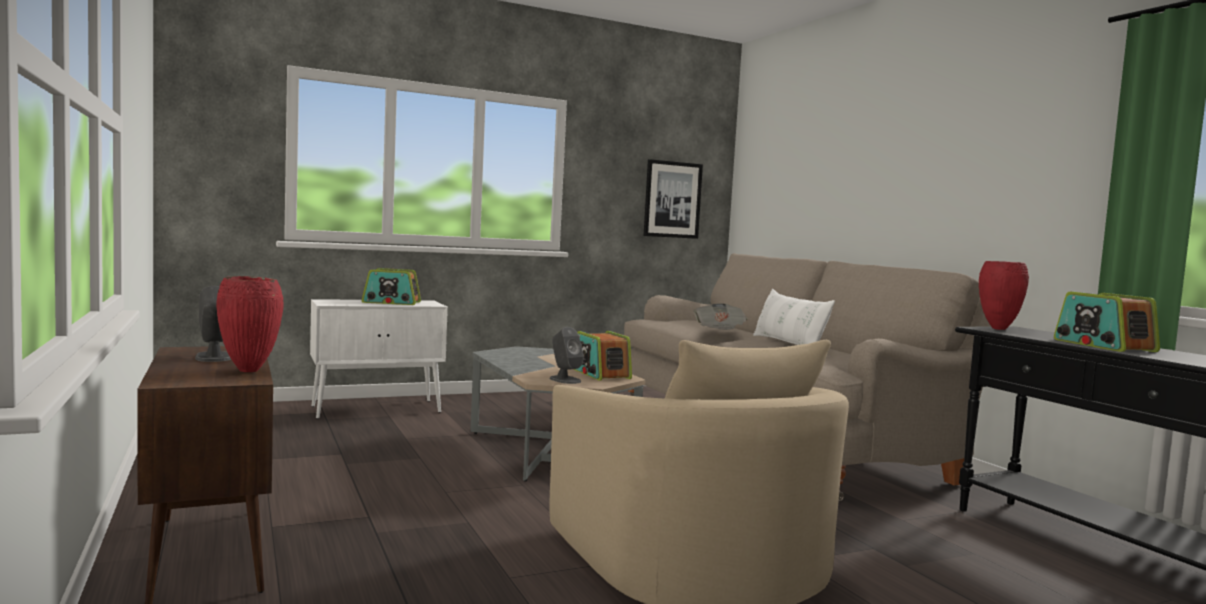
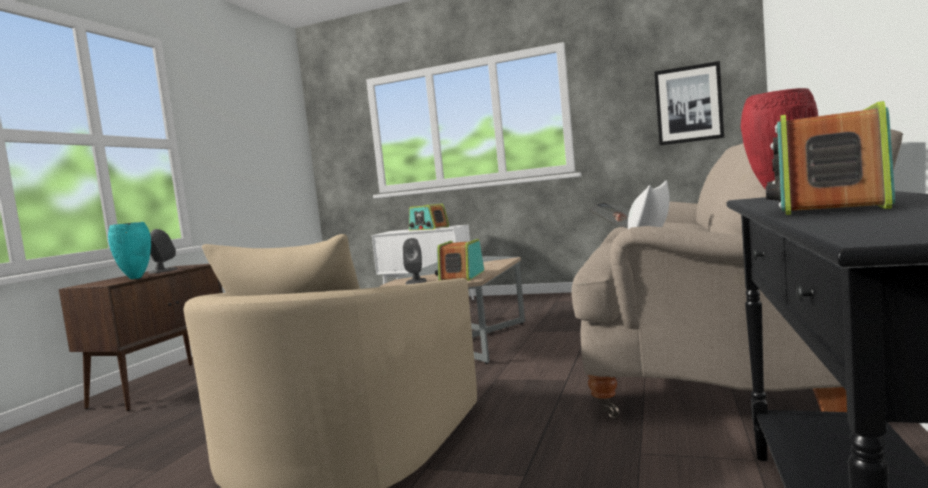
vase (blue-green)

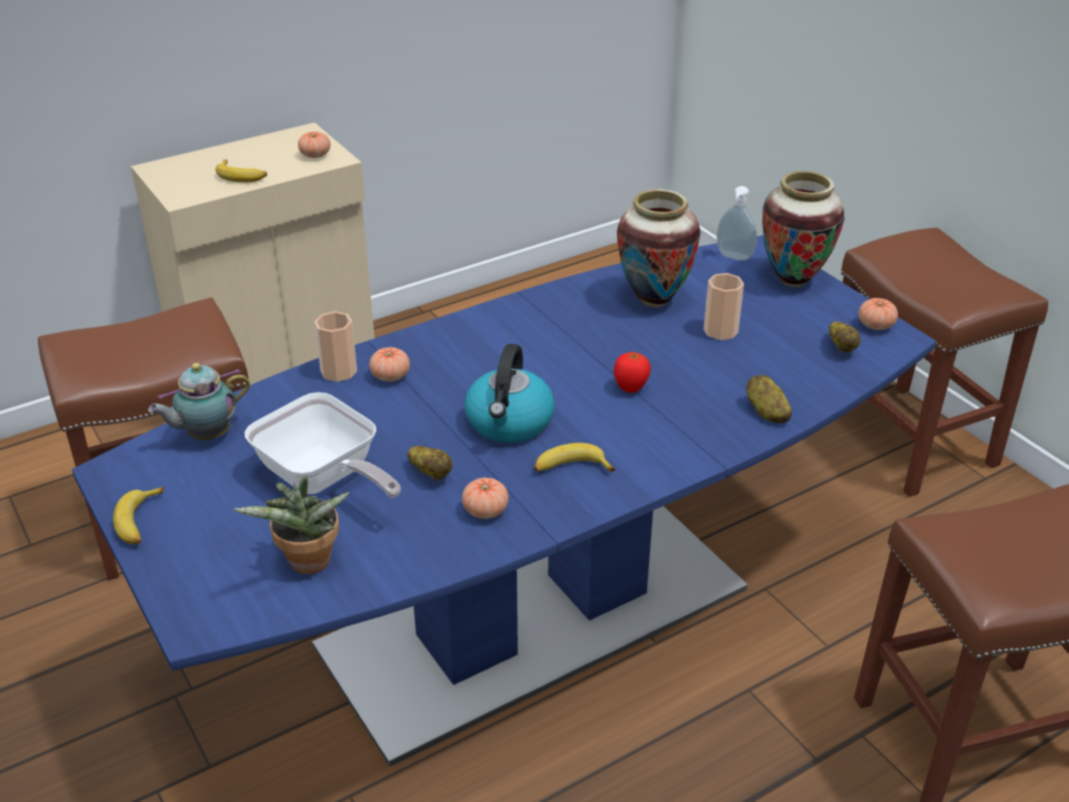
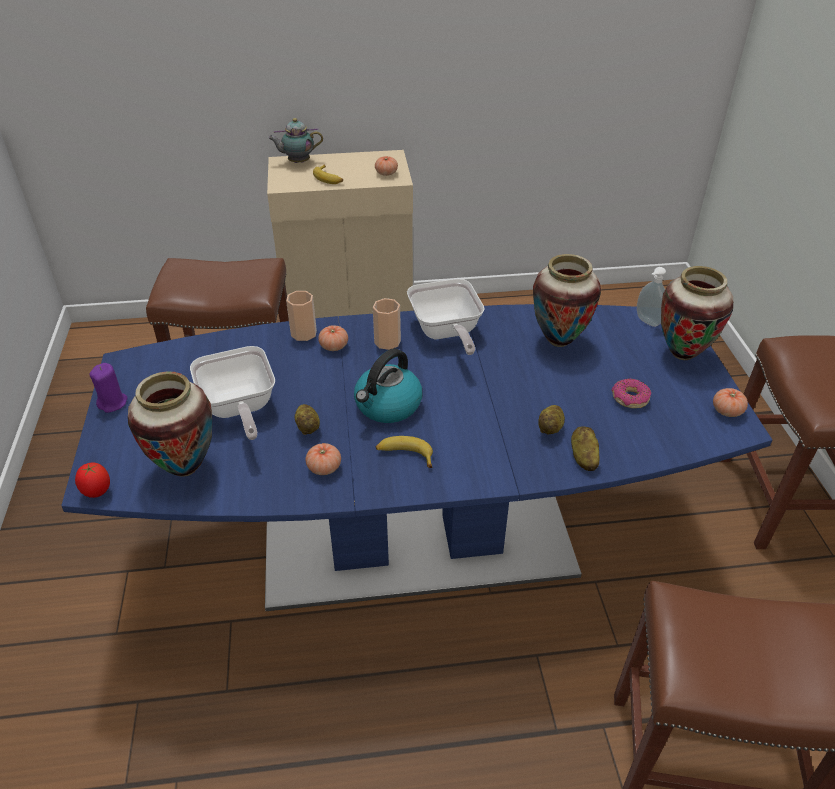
wax candle (purple-coloured)
tea pot
vase (1st from left)
tomato (1st from left)
cup (2nd from left)
potato (2nd from left)
skillet (2nd from left)
doughnut

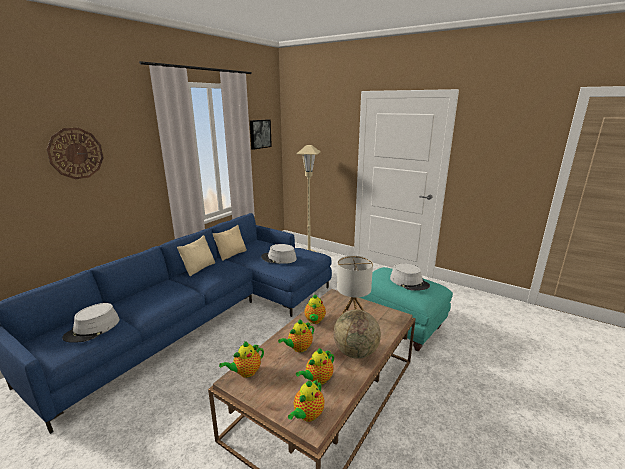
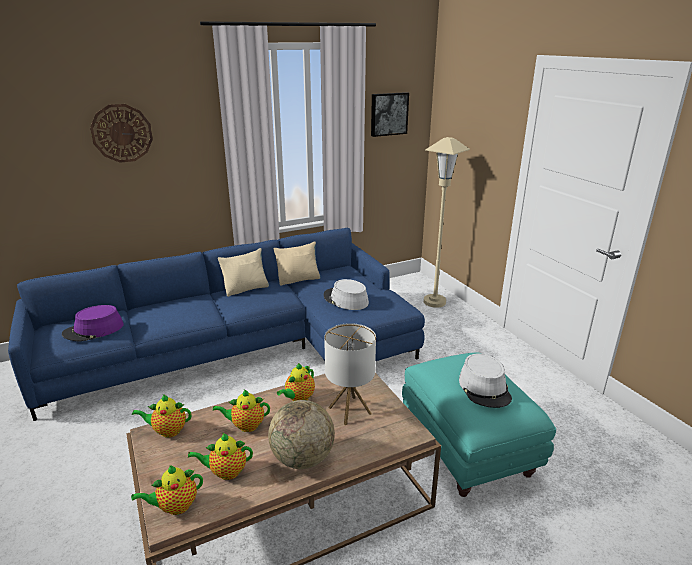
hat (purple-coloured)

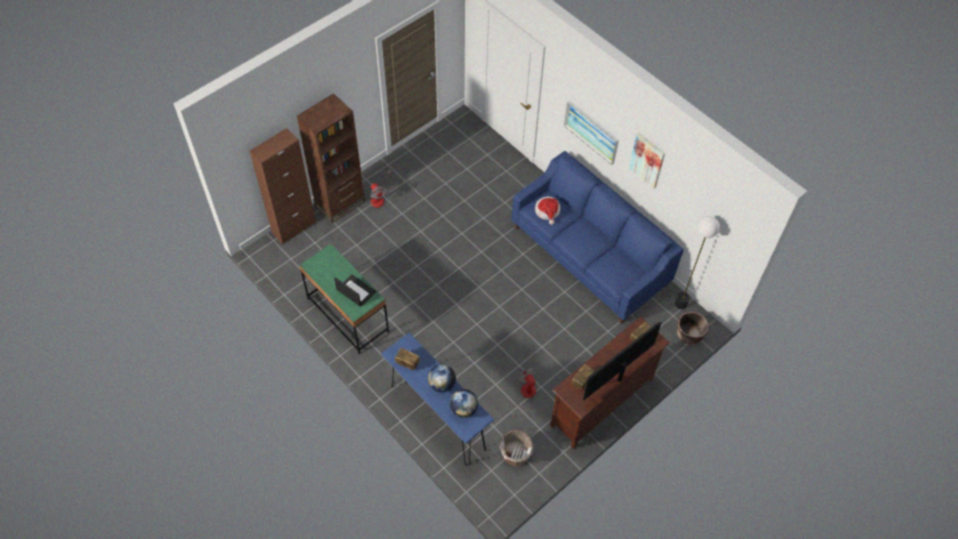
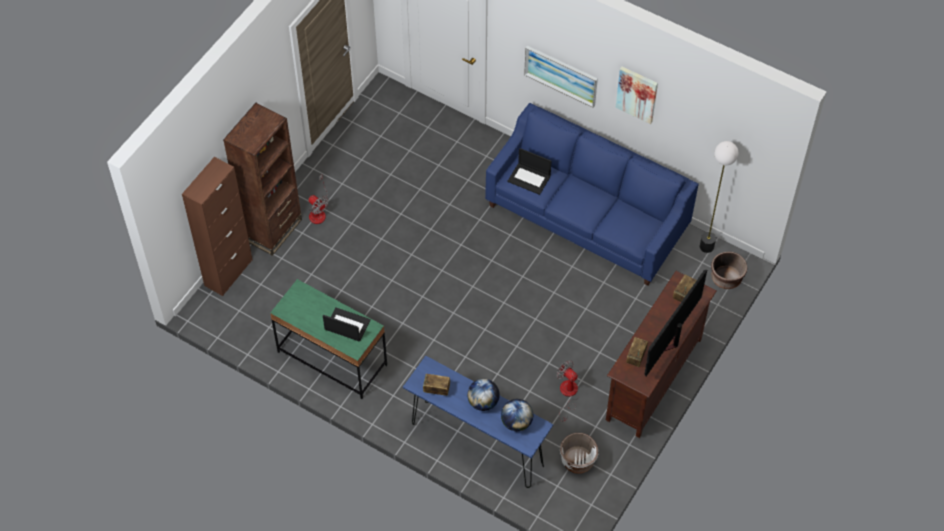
laptop (2nd from left)

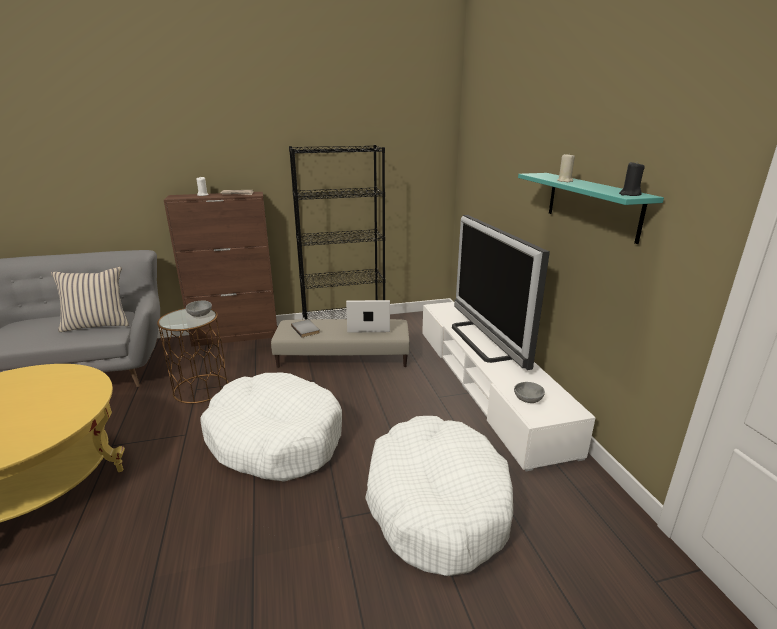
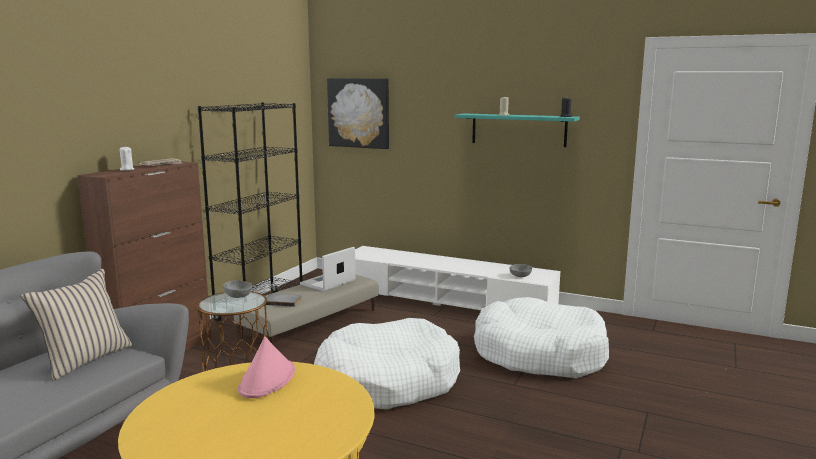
TV
hat (pink)
wall art

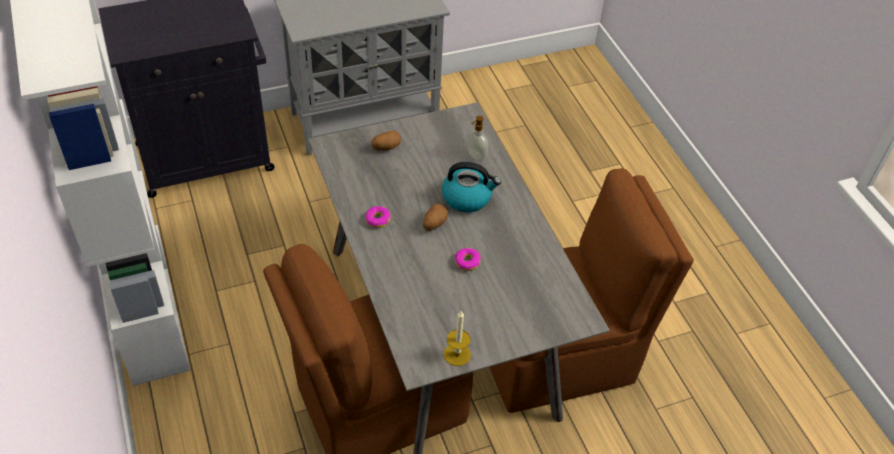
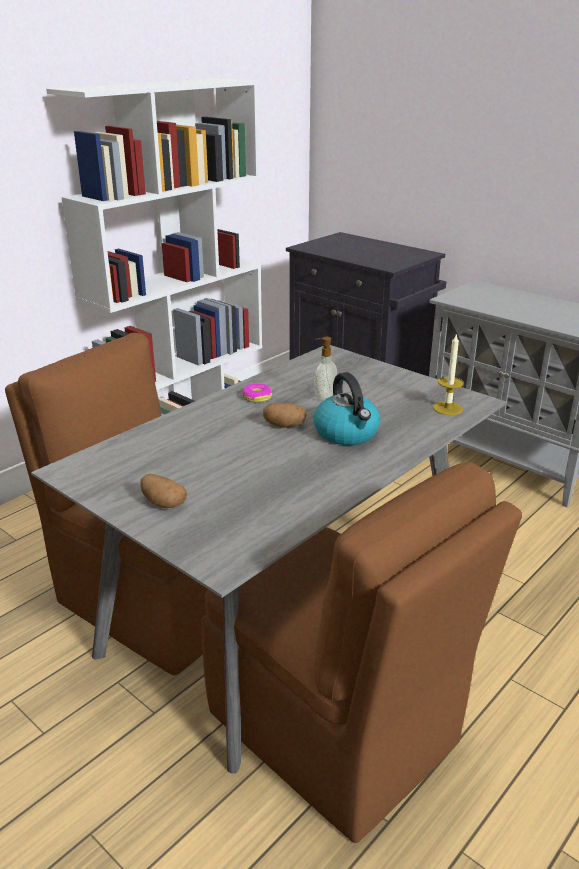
potato (1st from left)
wax candle
doughnut (2nd from left in the first image)
soap bottle

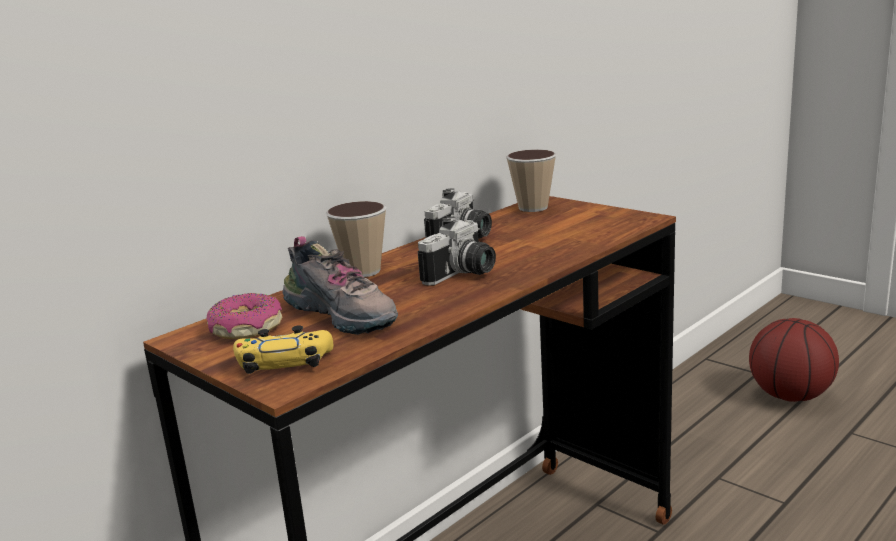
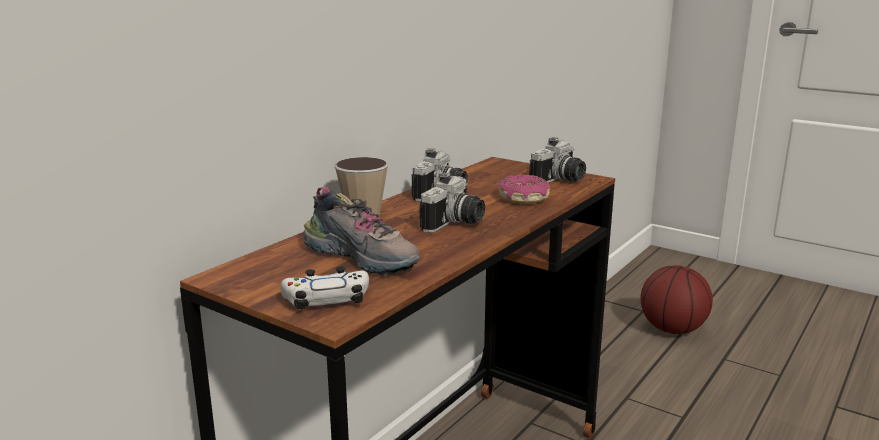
doughnut
joypad (whitish)
cup (2nd from left in the first image)
photo camera (3rd from left)

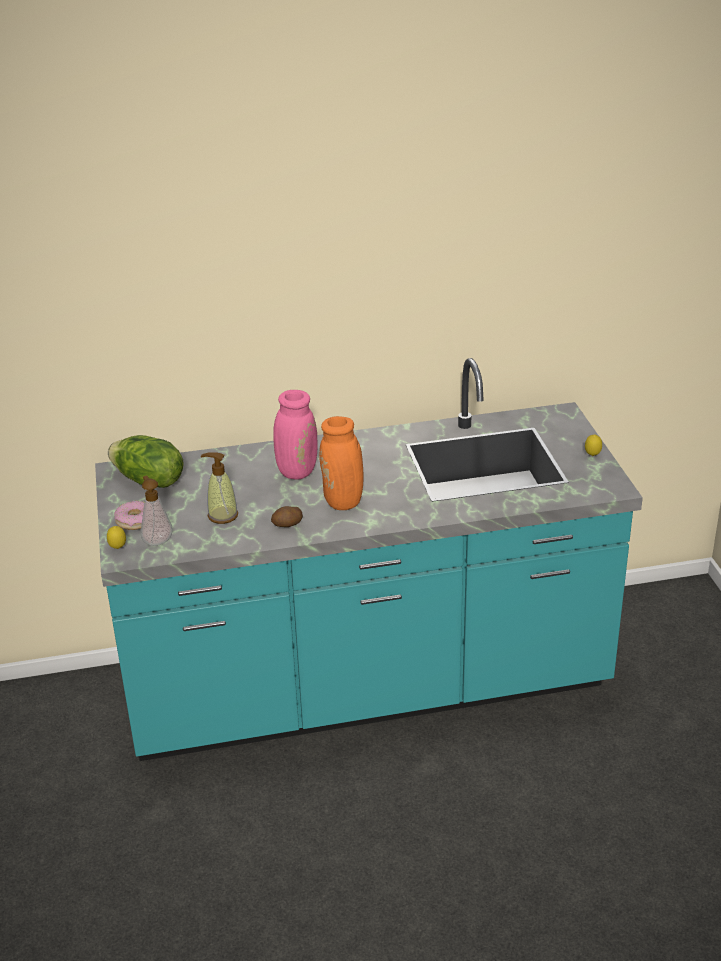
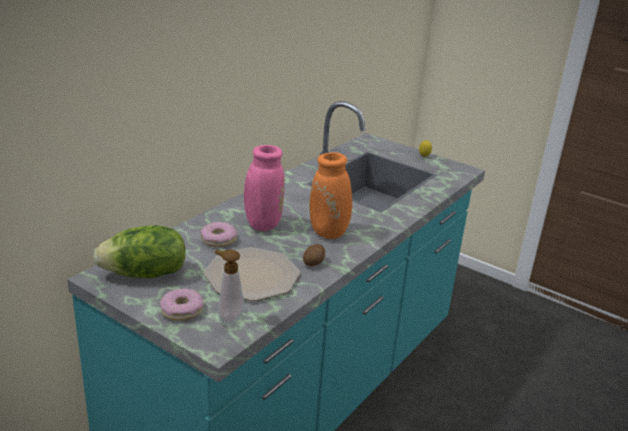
citrus fruit (1st from left in the first image)
plate
doughnut (2nd from left)

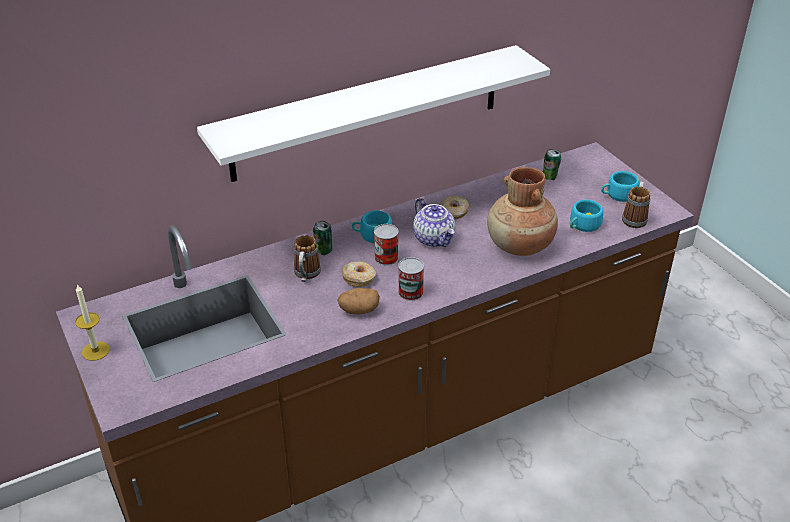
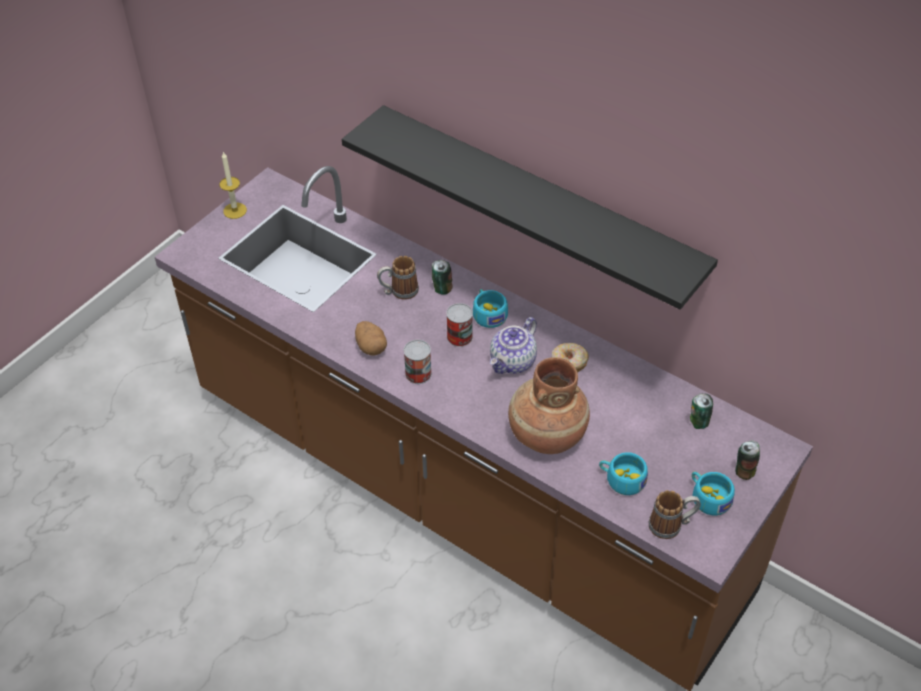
bracket shelf (black)
doughnut (1st from left in the first image)
can (5th from left)

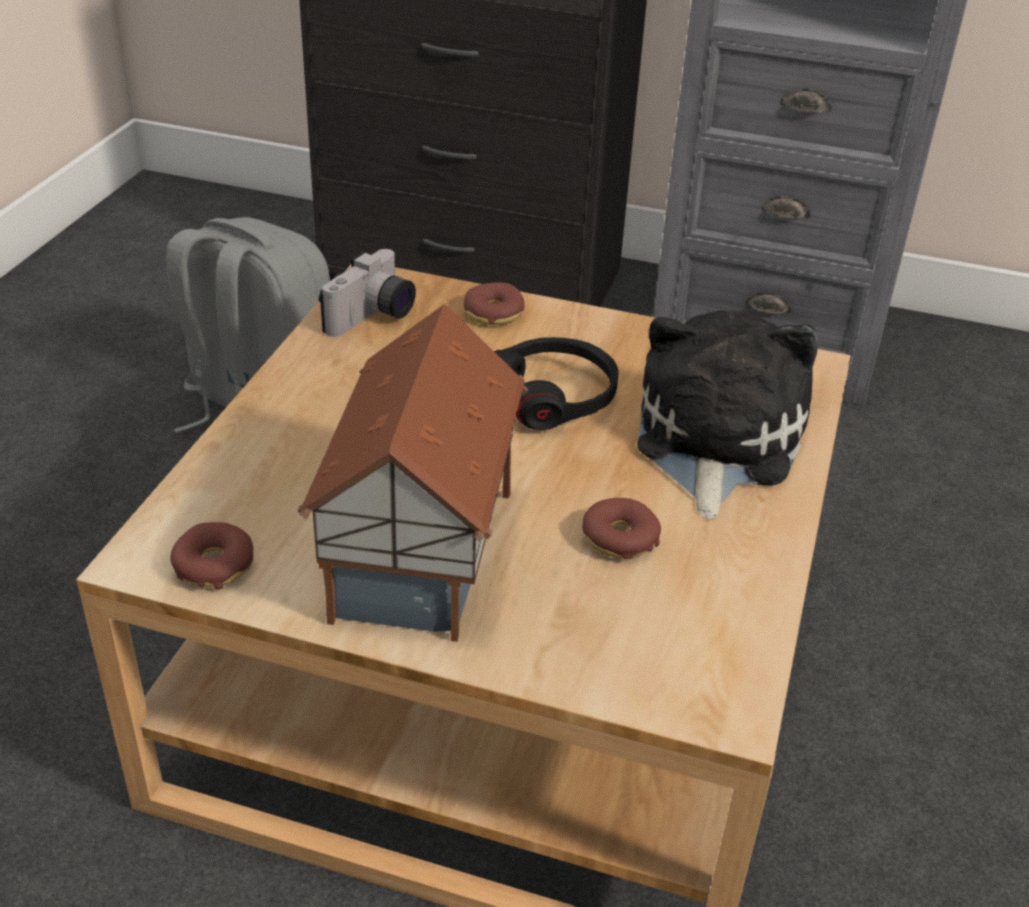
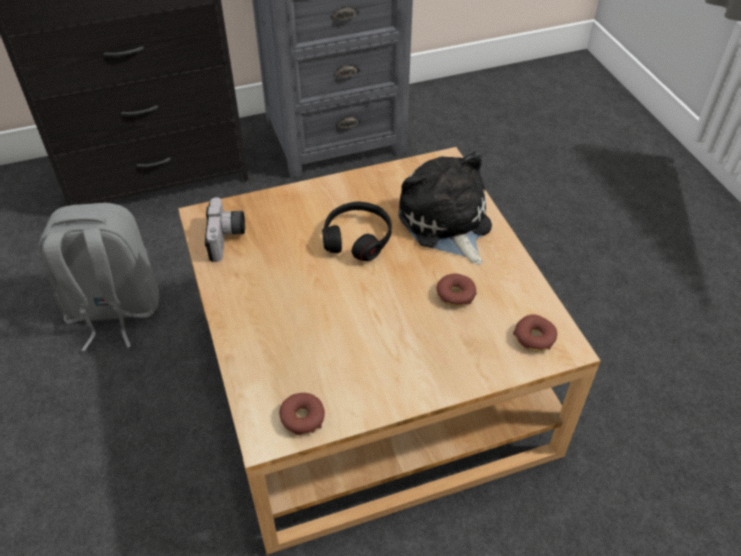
model house
doughnut (3rd from left)

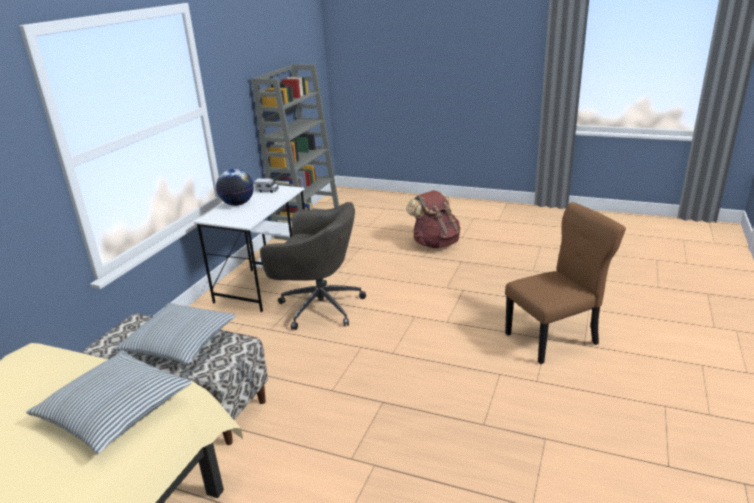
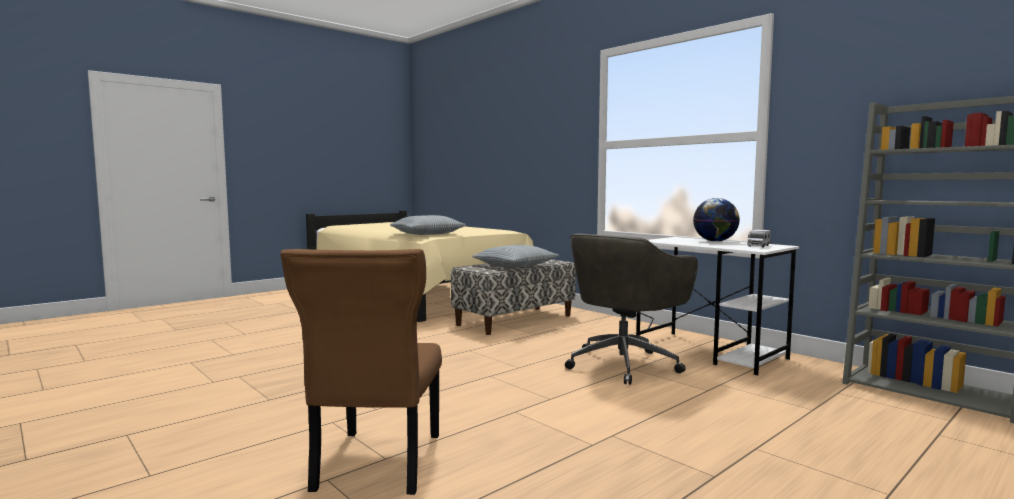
rucksack (brown-coloured)

